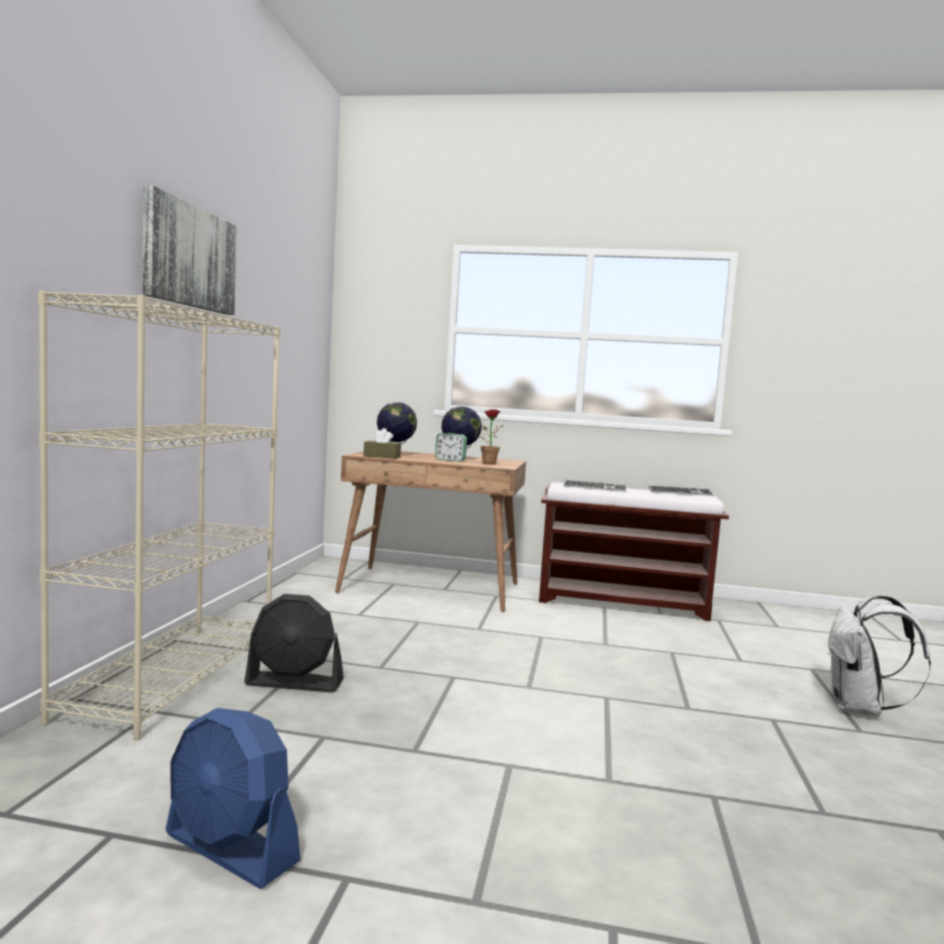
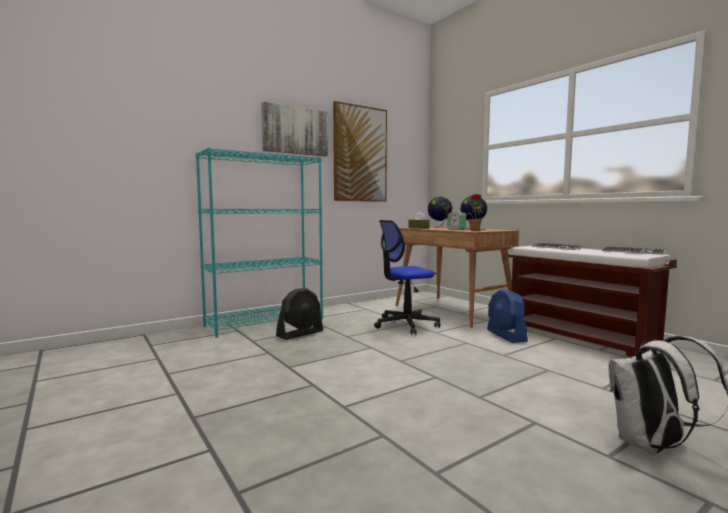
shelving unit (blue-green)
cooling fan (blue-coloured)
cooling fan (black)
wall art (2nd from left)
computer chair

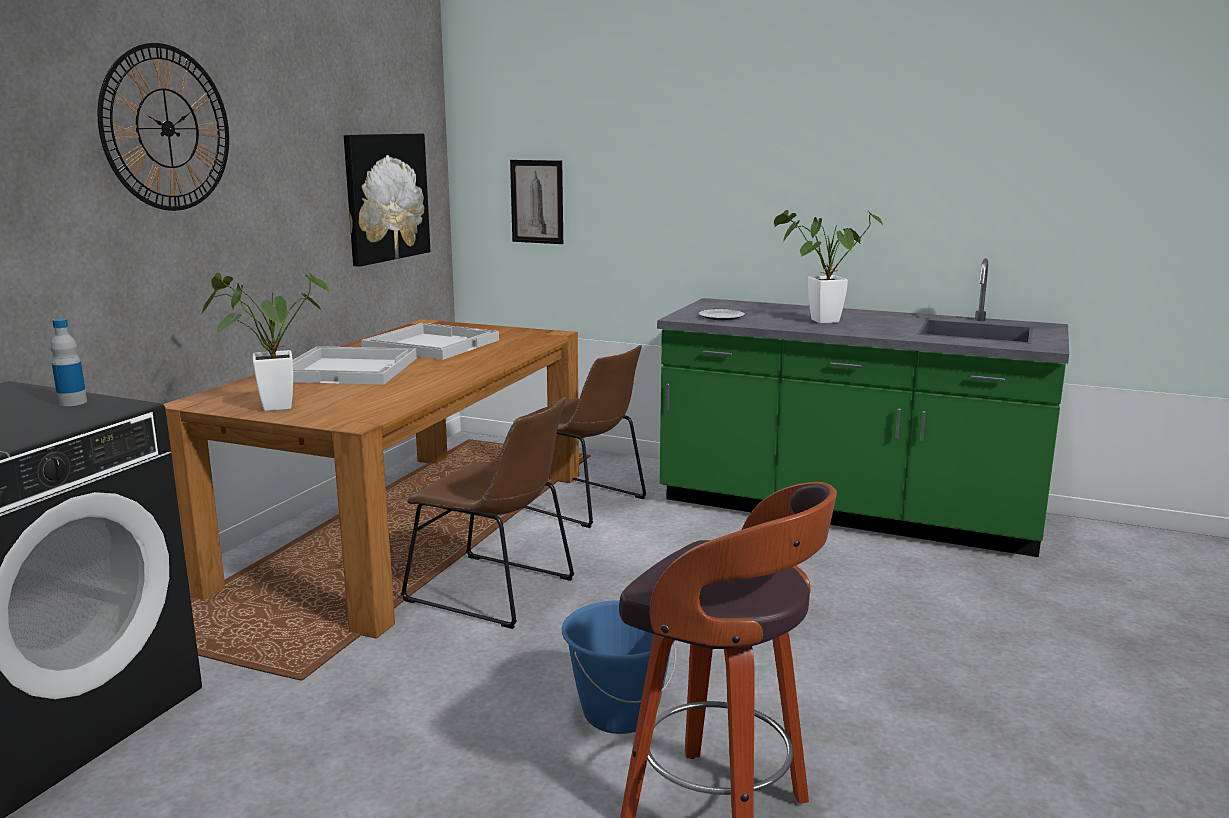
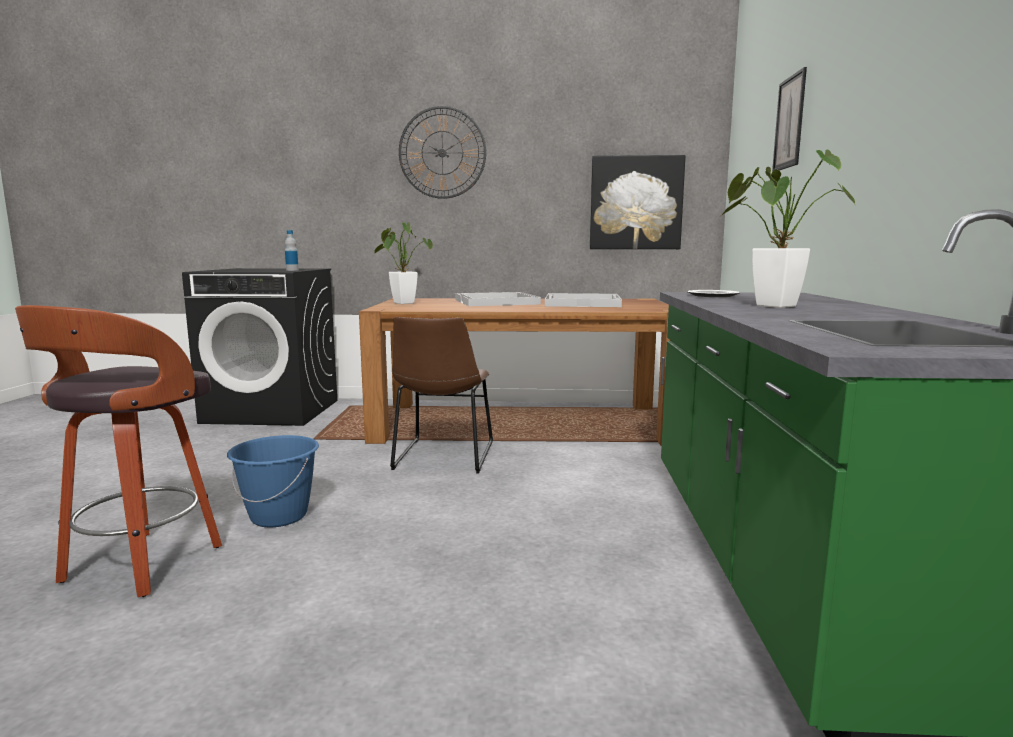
wall art (2nd from left)
chair (brown-coloured) (2nd from left in the first image)

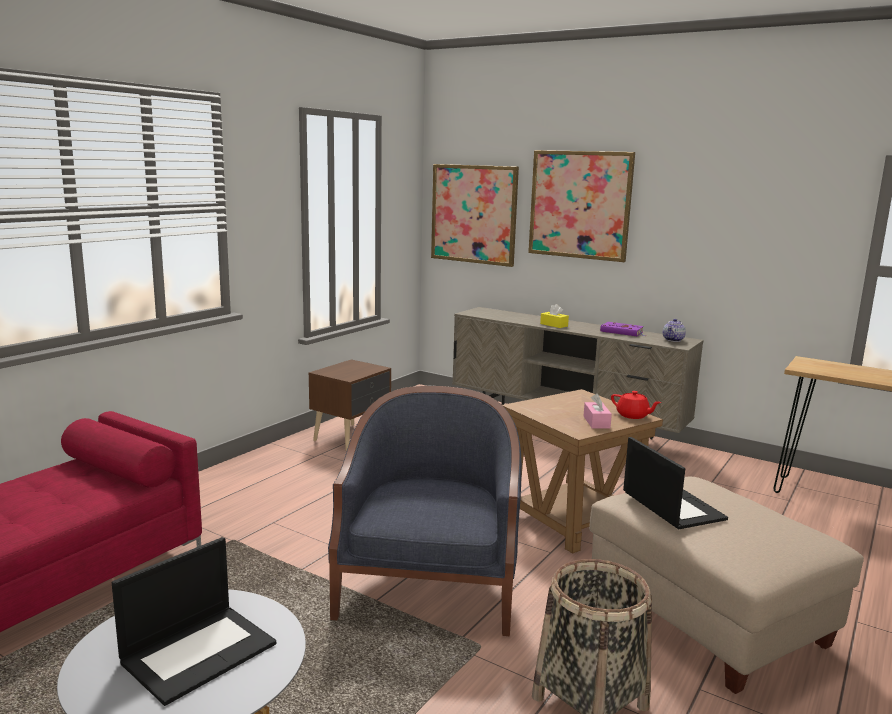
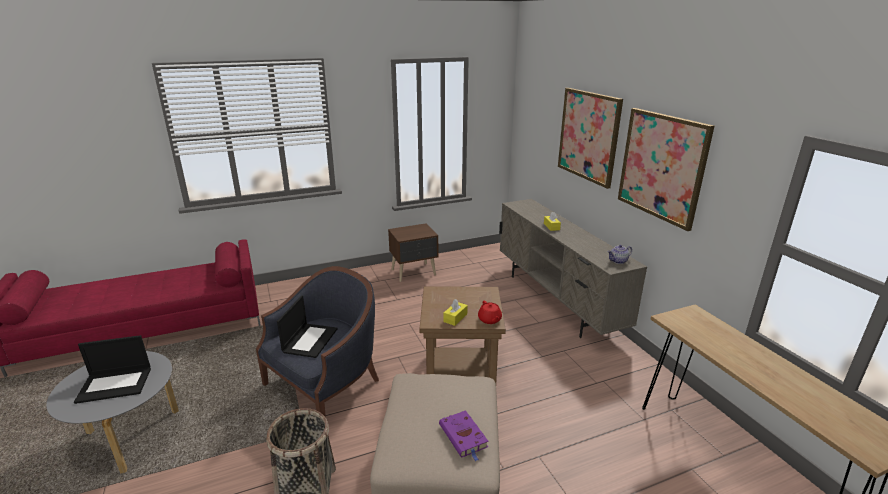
wall art (2nd from left)
tissue holder (yellow-coloured) (1st from left)
volume (purple-coloured)
laptop (2nd from left)

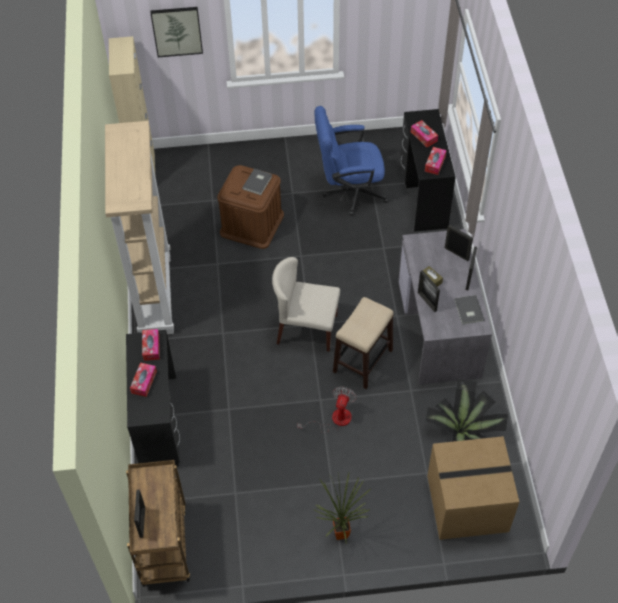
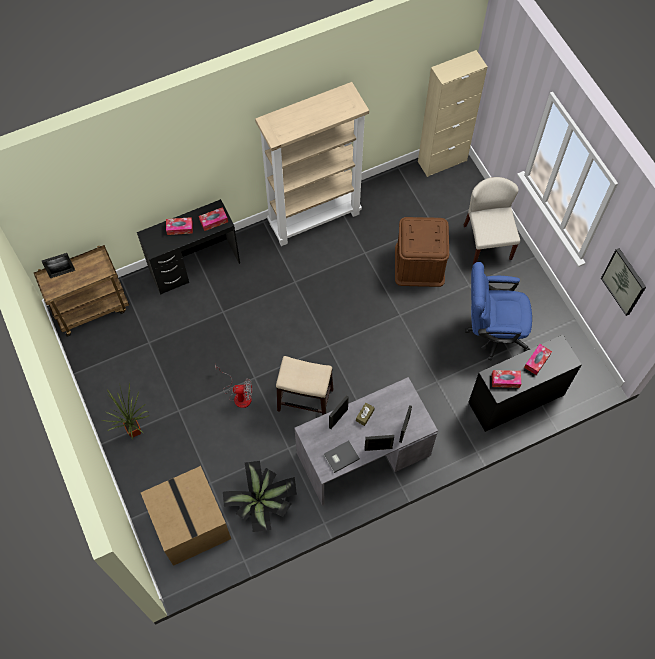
wall art
volume (greyish) (1st from left in the first image)
chair (beige-coloured)
computer chair (blue-coloured)

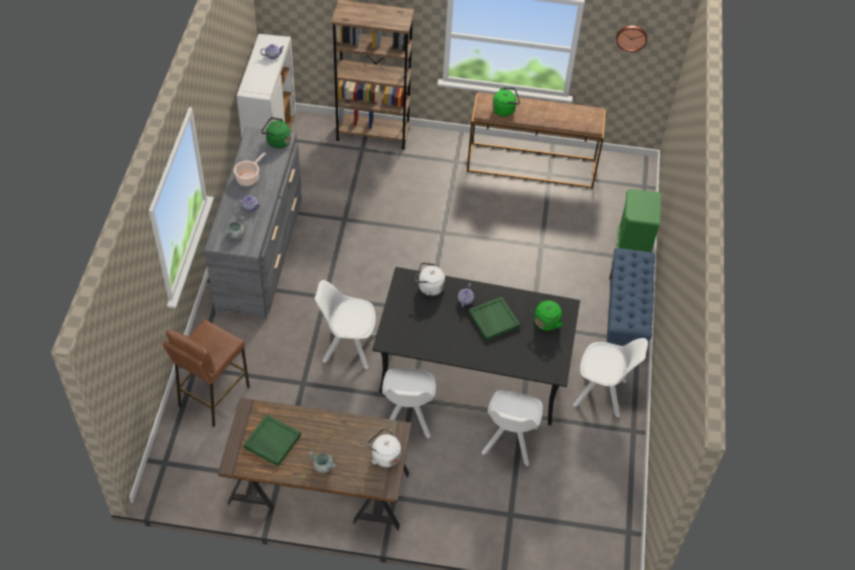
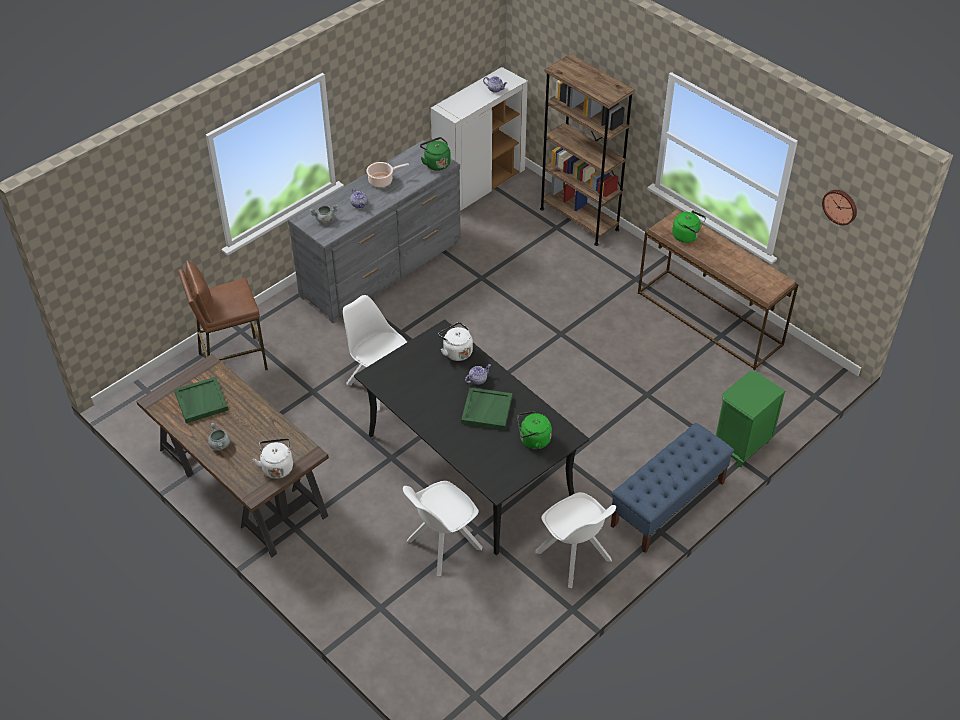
chair (whitish) (2nd from left in the first image)

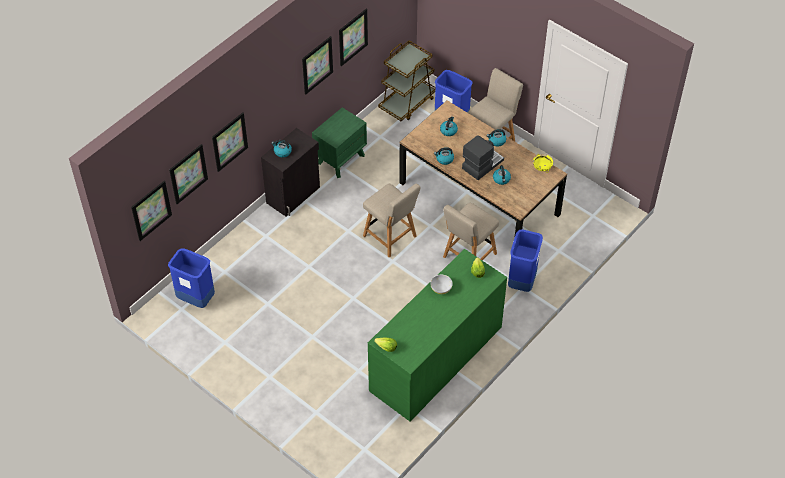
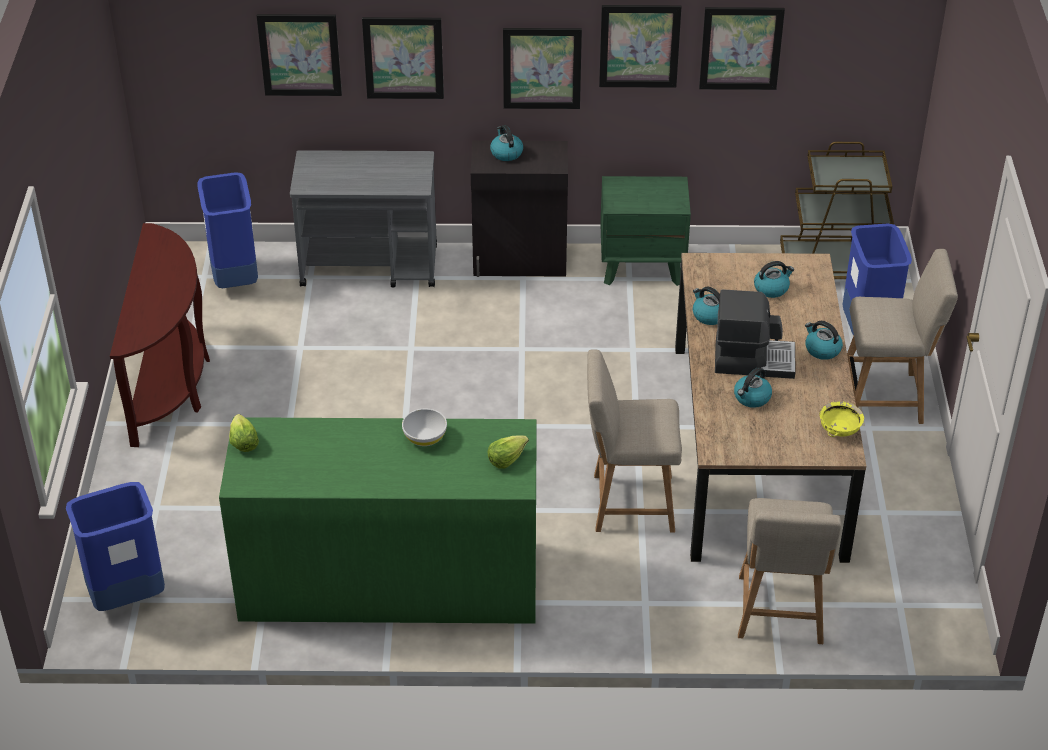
wall art (3rd from left)
chair (beige-coloured) (2nd from left)
rubbish bin (blue-coloured) (1st from left)
hall table (brown-coloured)
trolley (greyish)

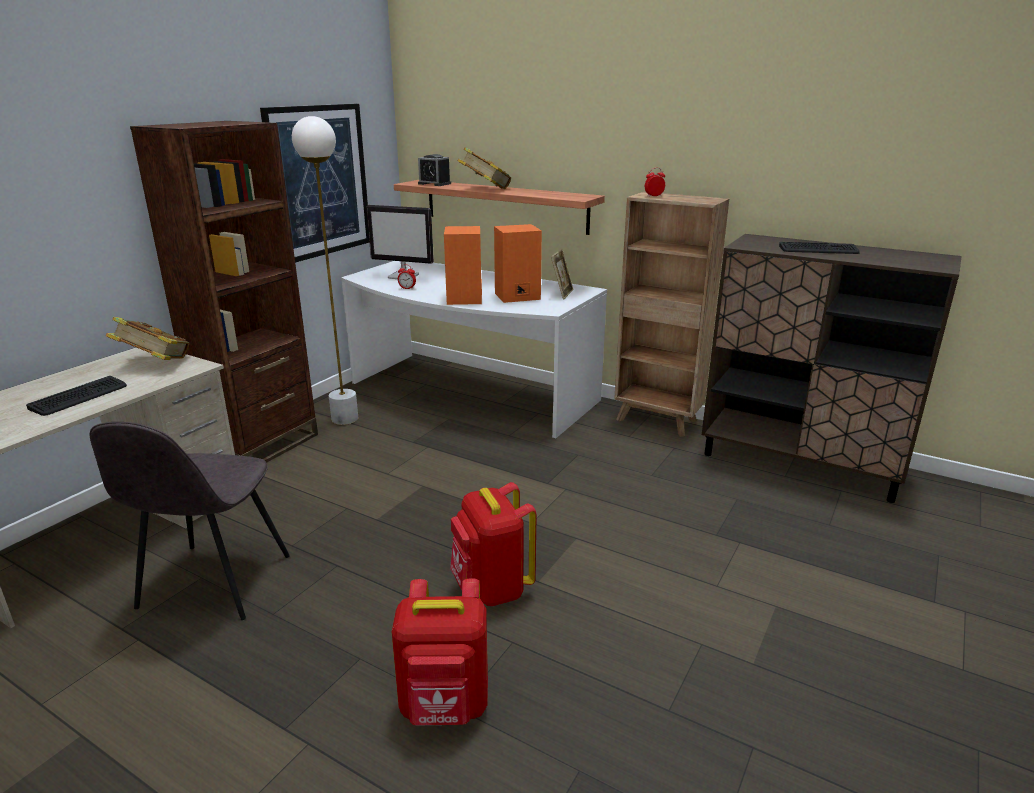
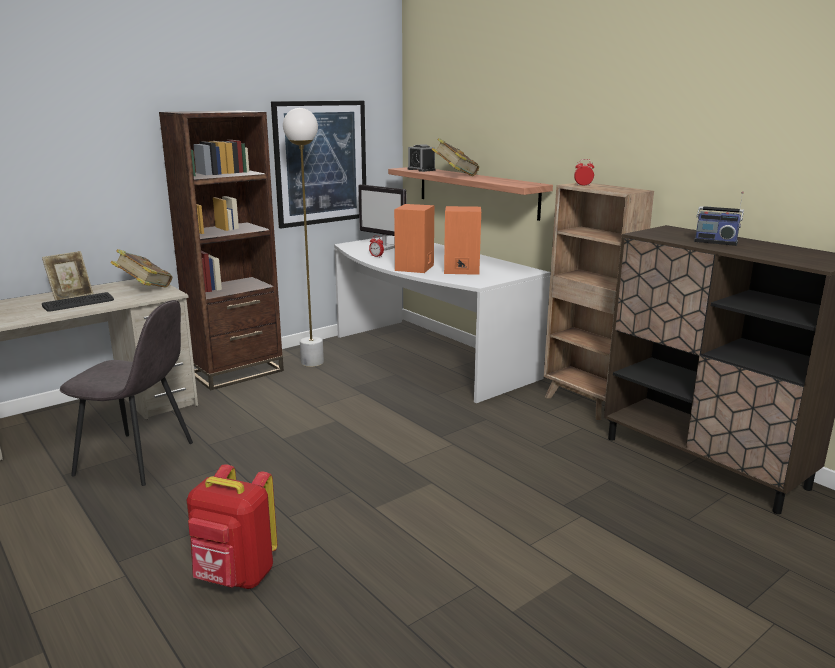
chair (greyish)
rucksack (red) (2nd from left in the first image)
standing frame
radio receiver

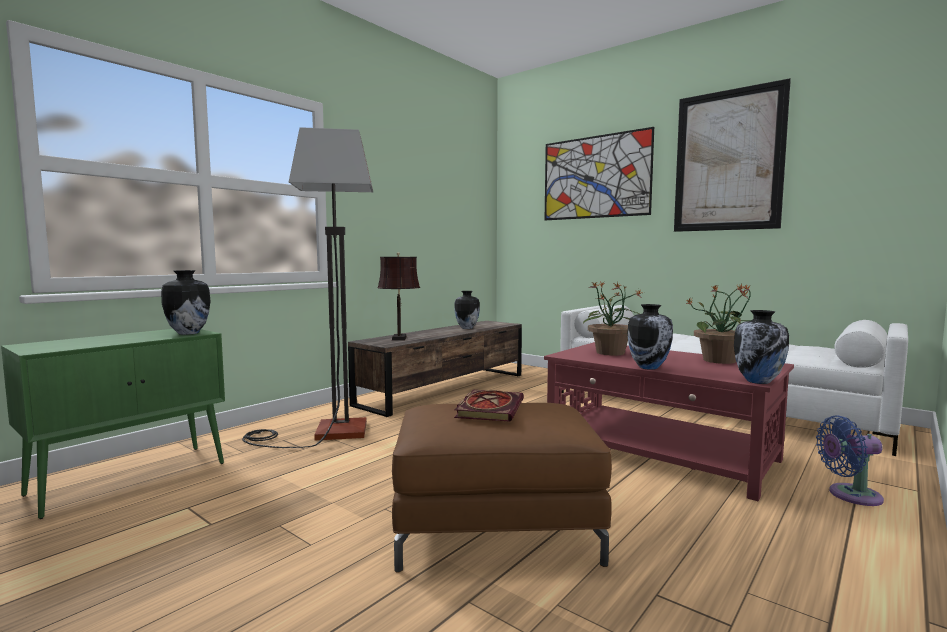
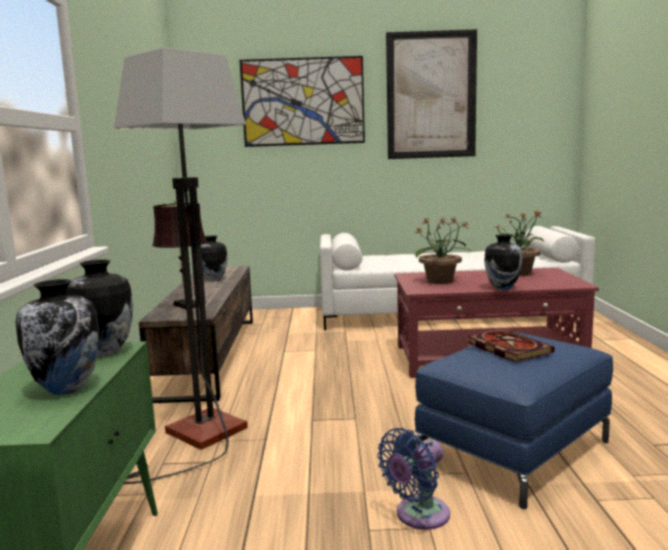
pouffe (blue-coloured)
vase (1st from left)
cooling fan (blue-coloured)

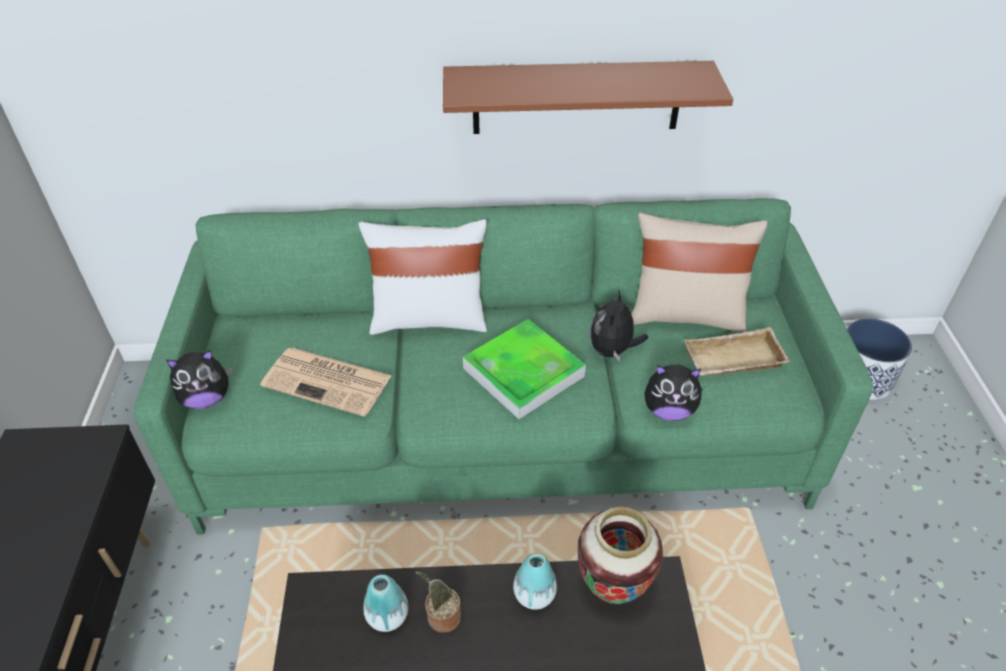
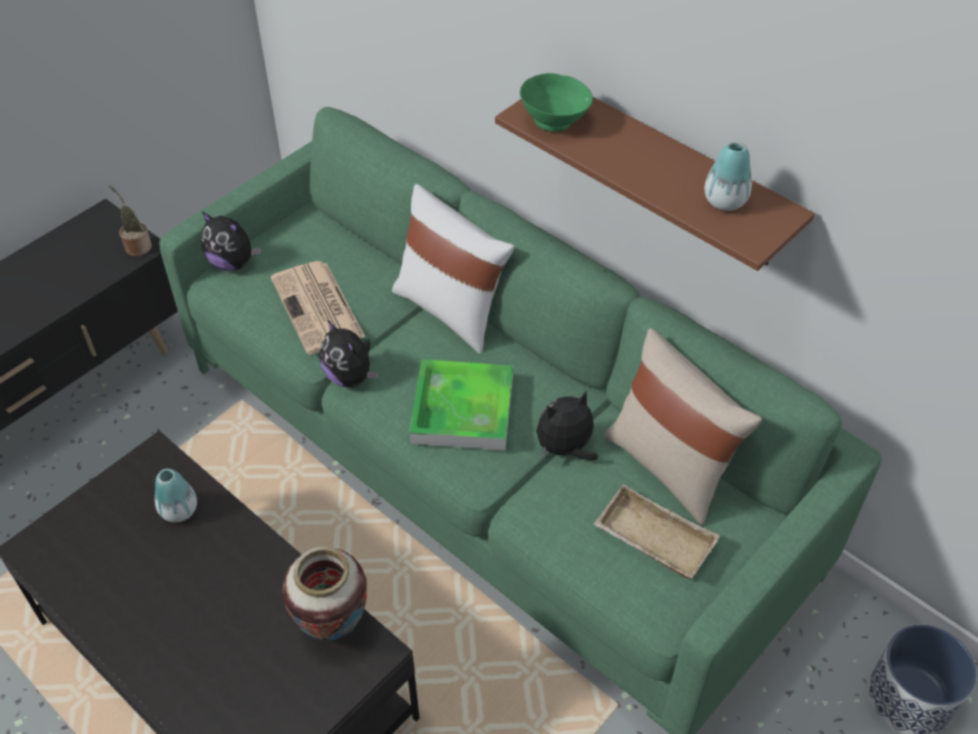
plant in a pot
vase (3rd from left)
soft toy (2nd from left)
bowl (green)

